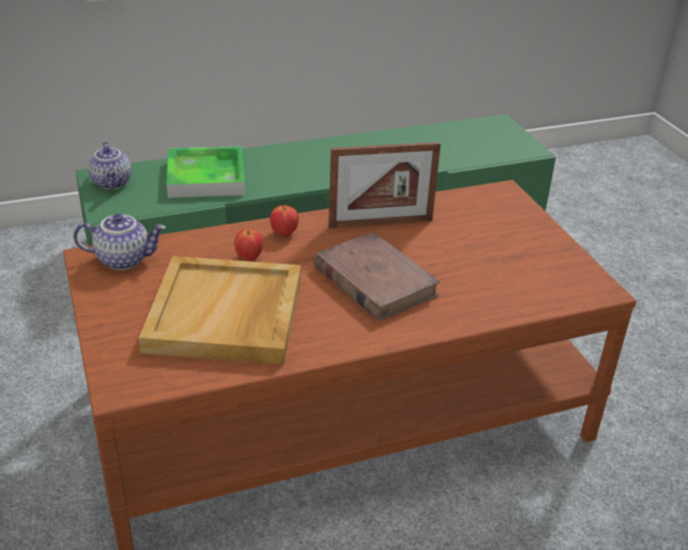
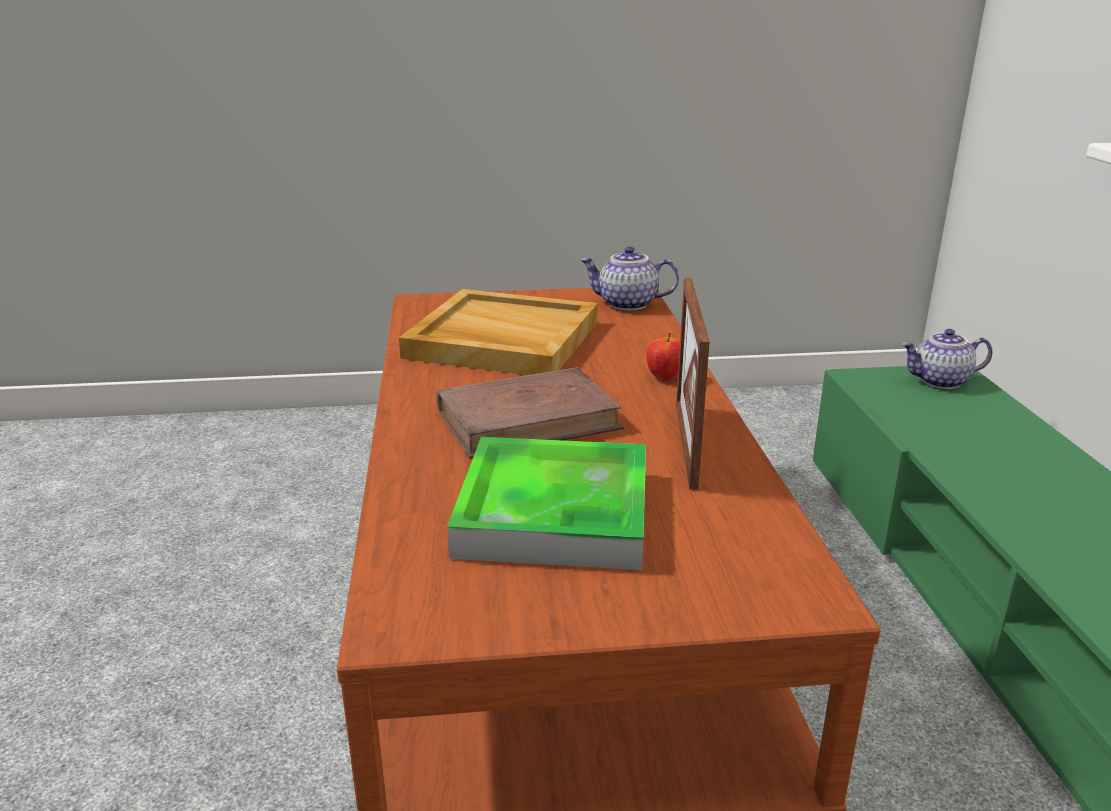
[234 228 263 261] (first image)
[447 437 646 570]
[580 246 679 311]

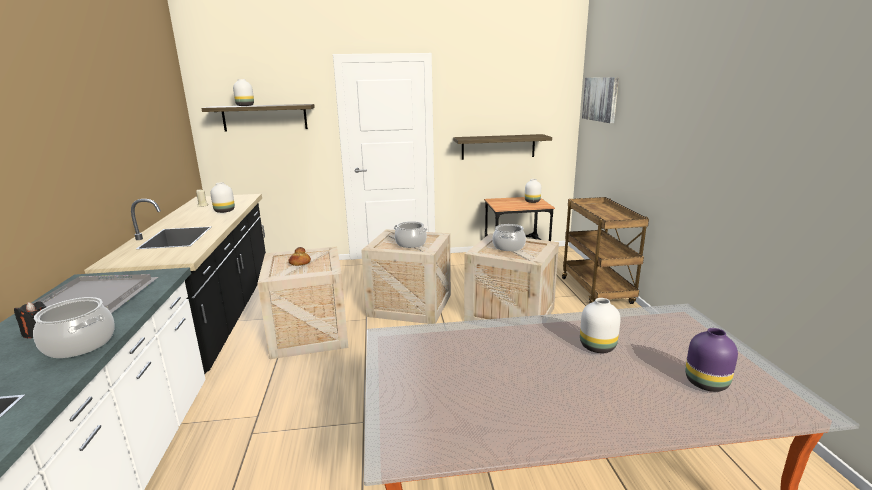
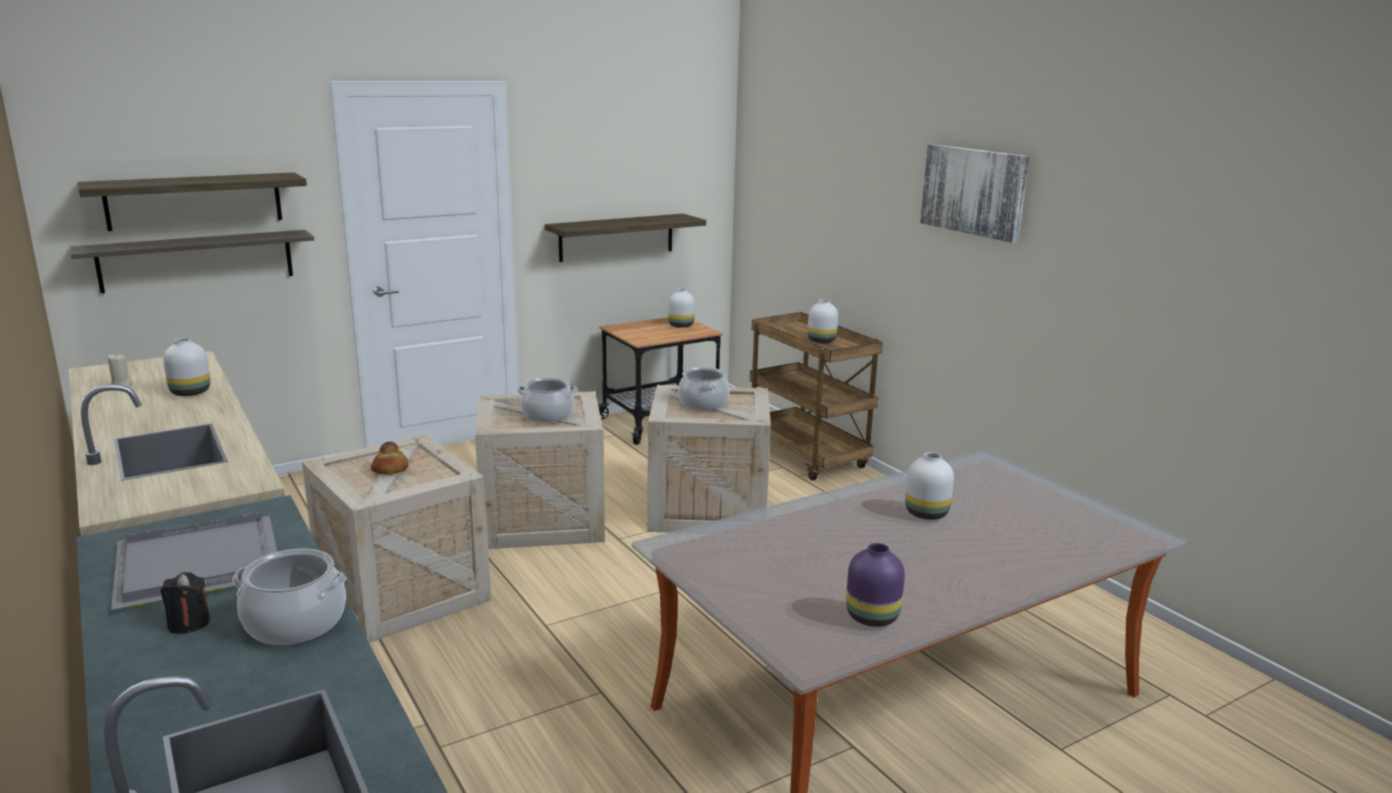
[70 230 314 293]
[808 299 838 343]
[920 144 1029 243]
[846 543 905 627]

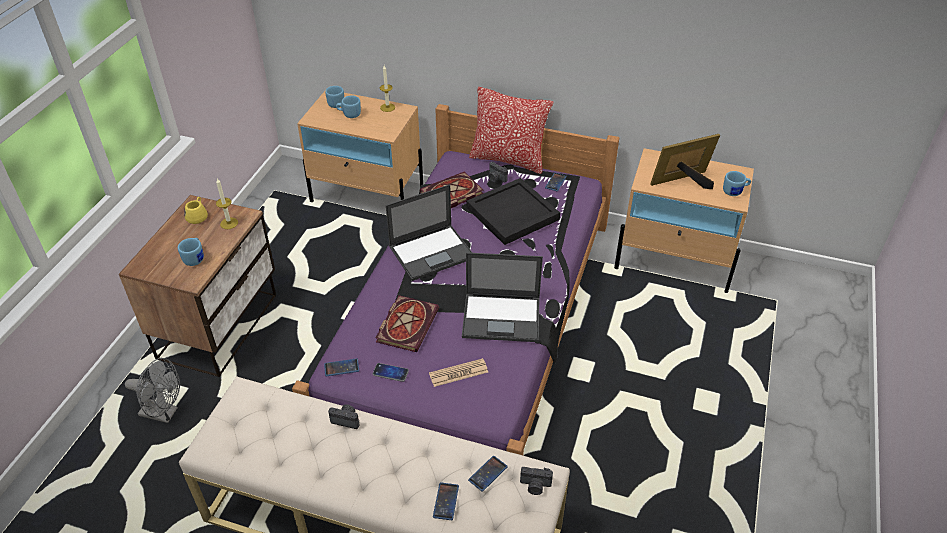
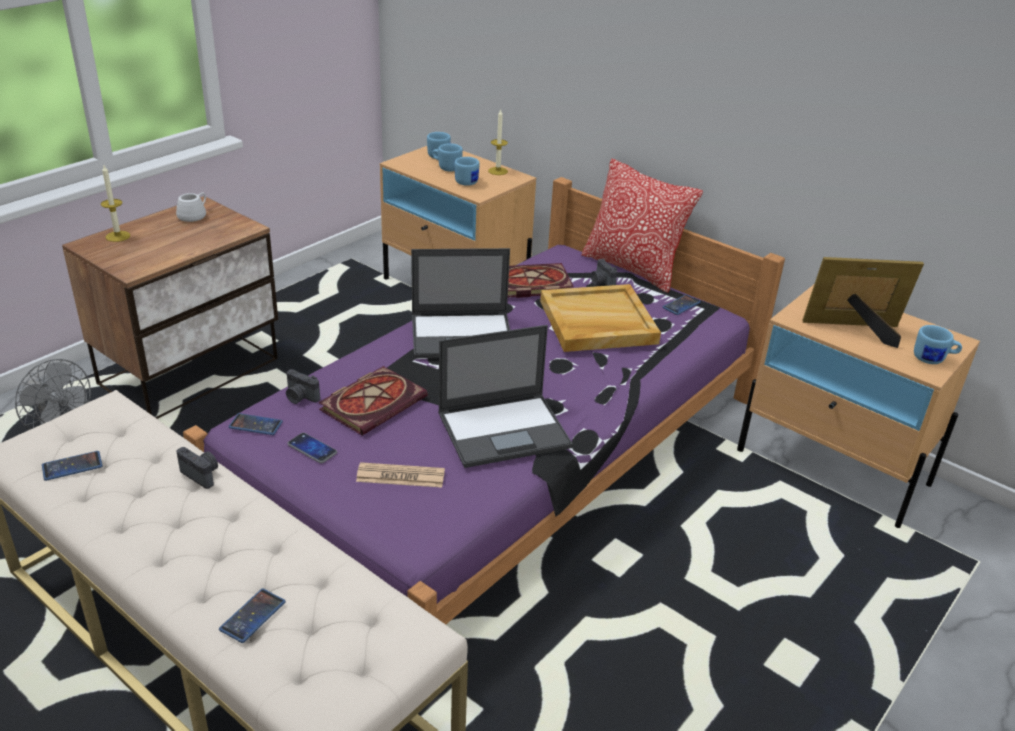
[454 157 479 186]
[101 165 130 242]
[42 451 103 481]
[286 369 320 404]
[176 192 206 222]
[540 284 661 352]
[438 325 573 468]

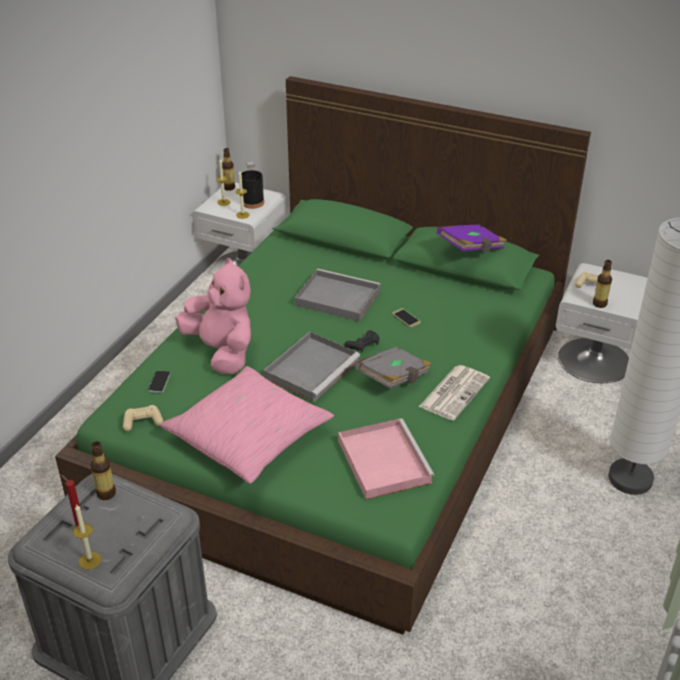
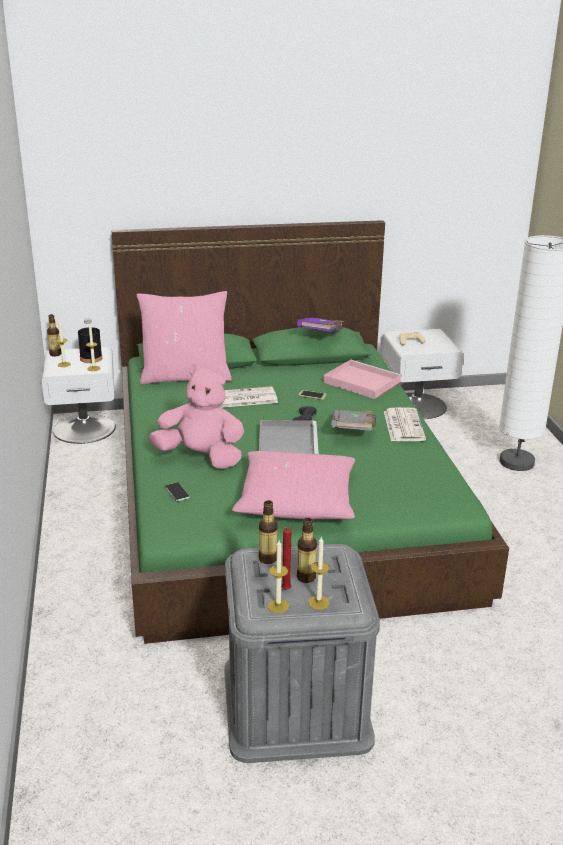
[123 405 163 431] (first image)
[137 291 232 385]
[268 540 289 613]
[323 360 402 399]
[297 518 317 583]
[220 386 278 408]

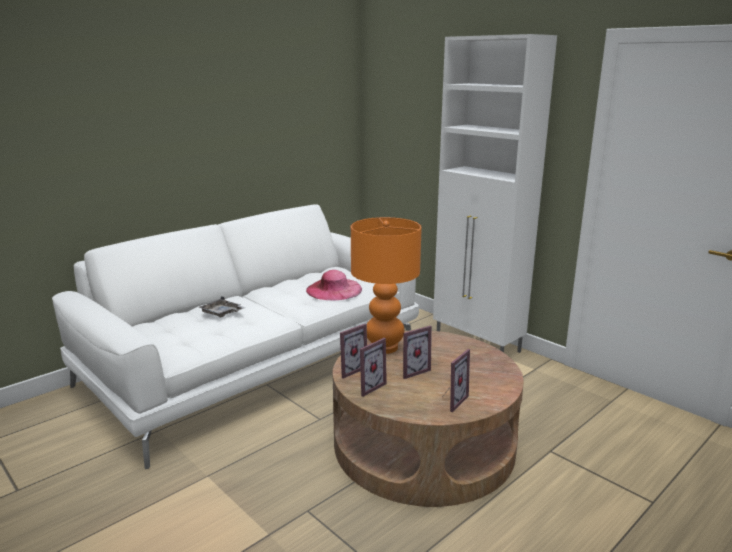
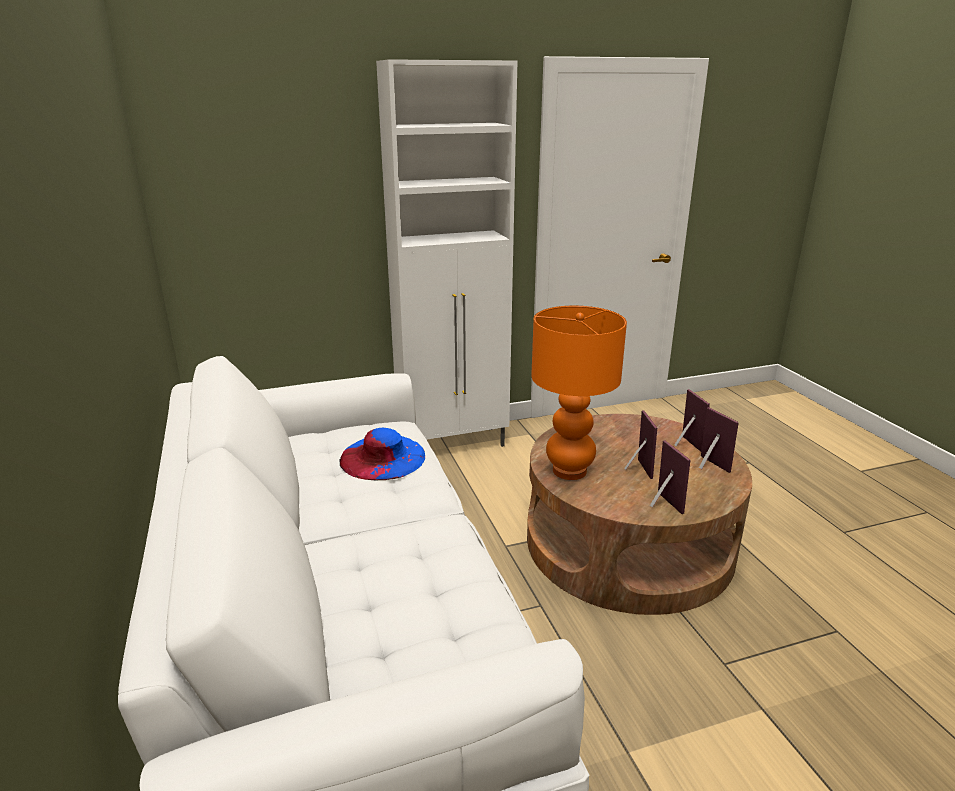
[199 296 245 318] (first image)
[674 389 710 452]
[339 428 425 481]

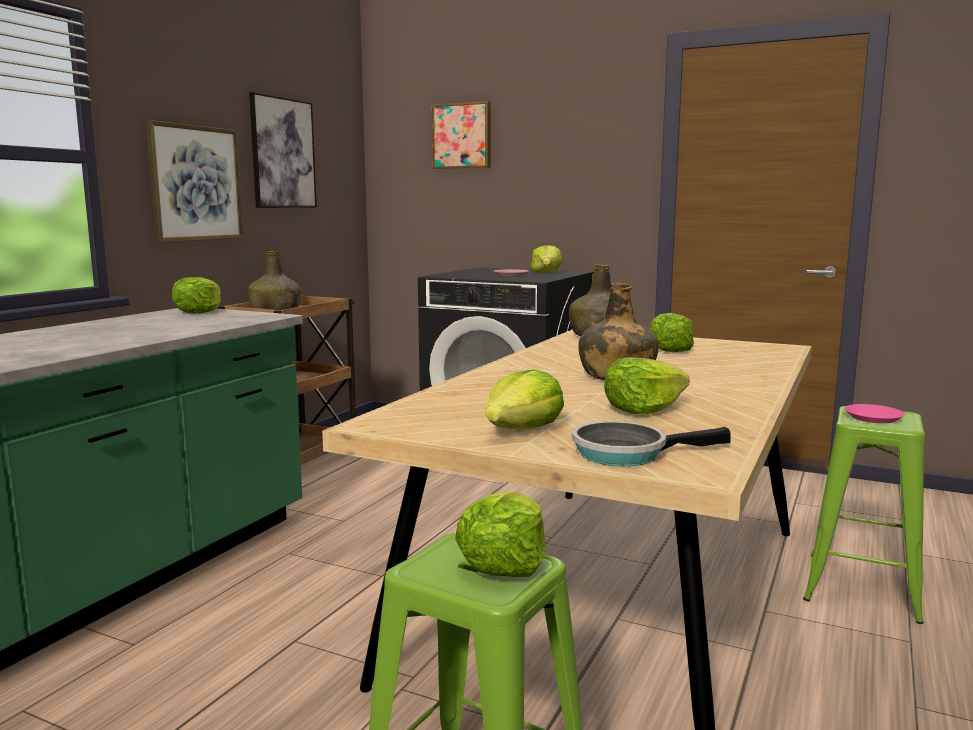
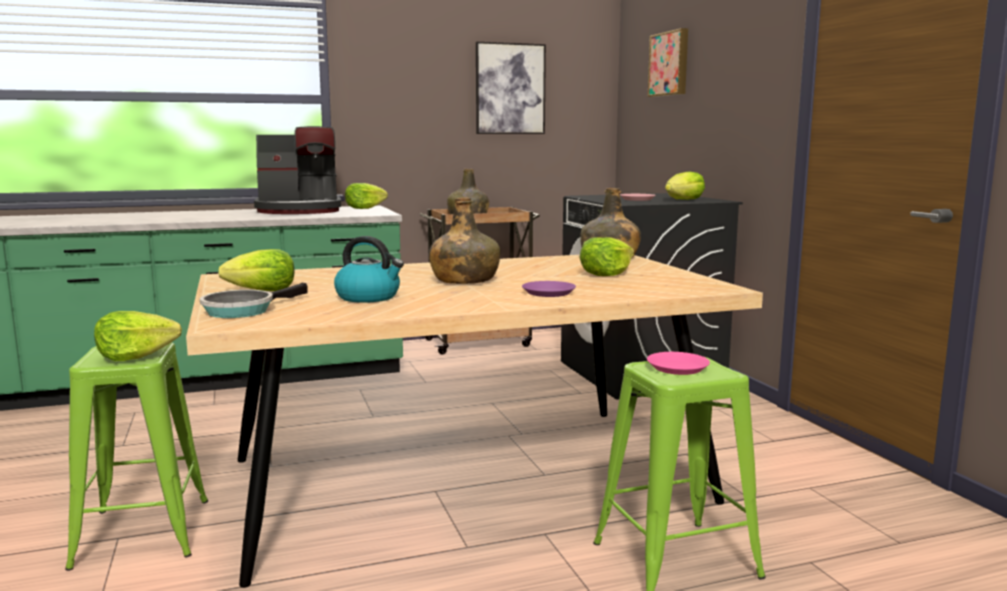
[146 120 244 242] (first image)
[254 126 341 214]
[522 281 576 297]
[334 236 404 303]
[200 283 308 318]

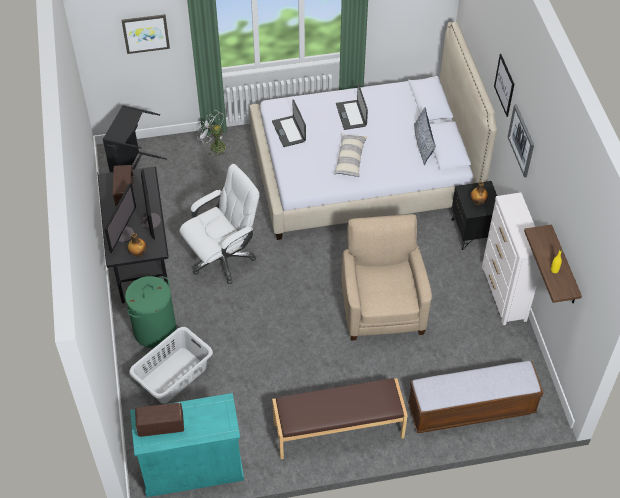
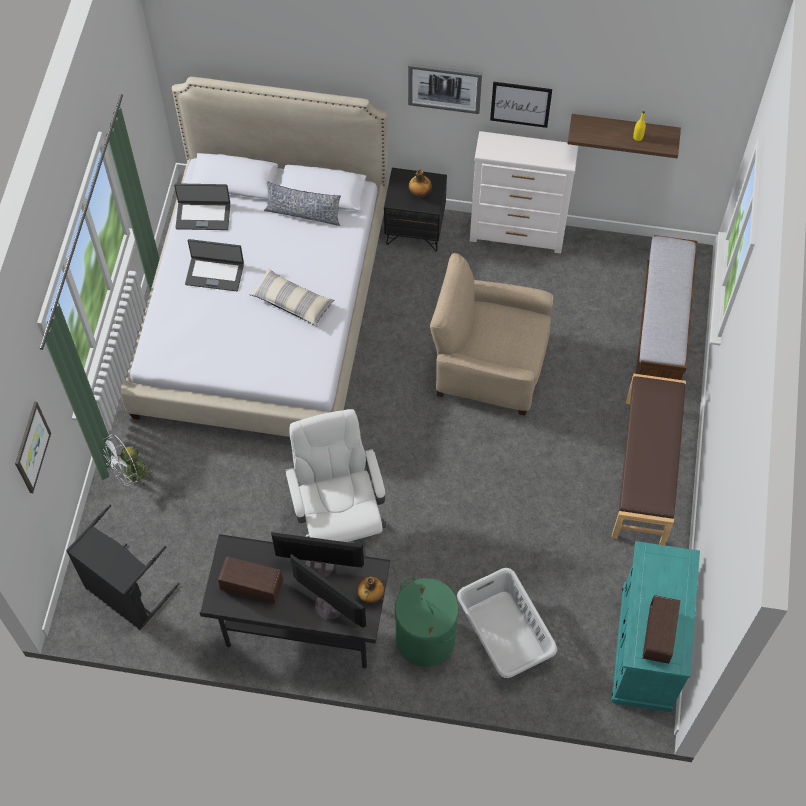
[174 183 230 230]
[490 82 552 128]

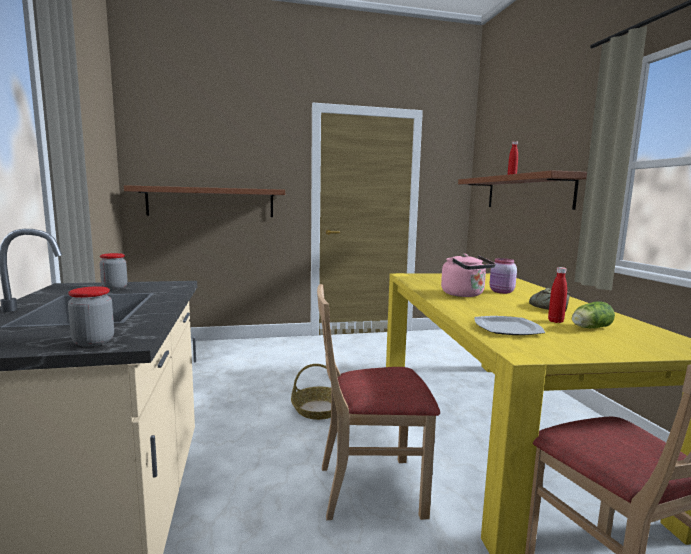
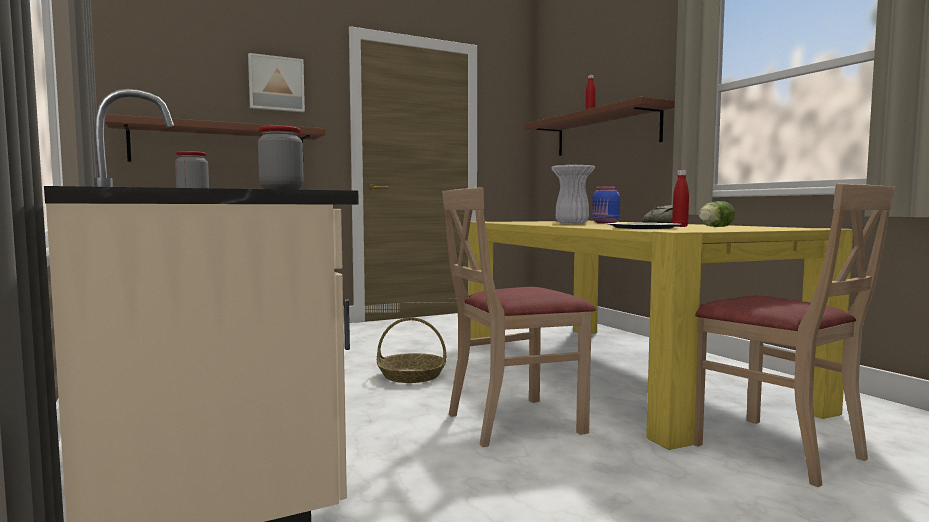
[248 53 305 112]
[551 165 595 224]
[592 187 620 224]

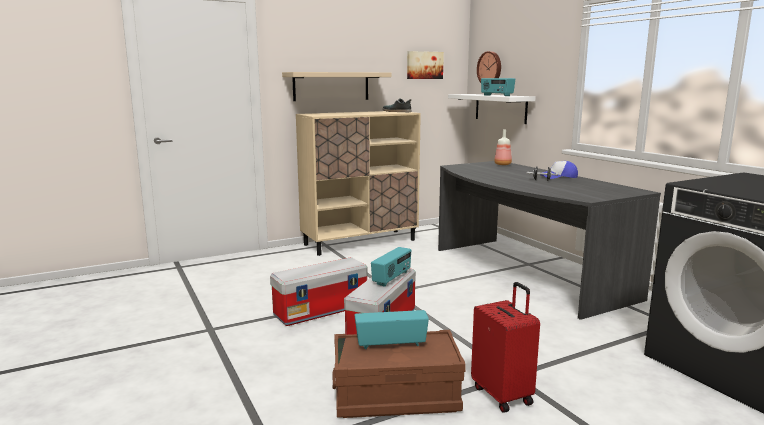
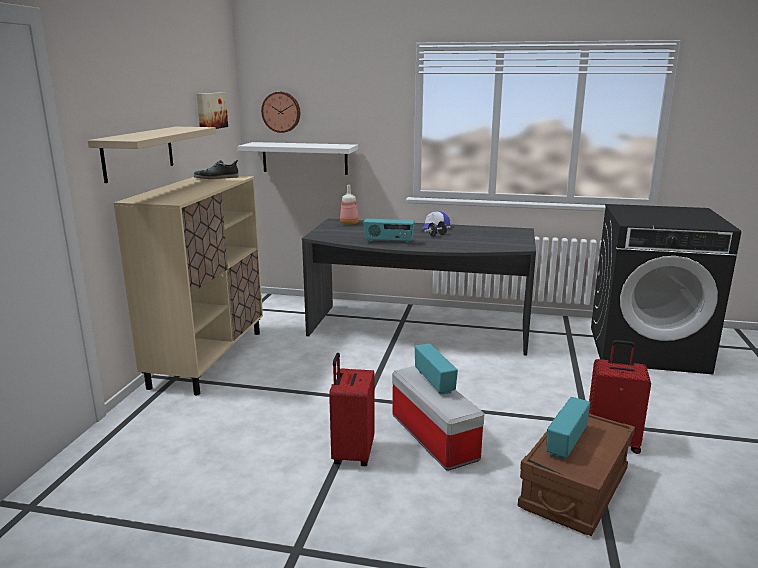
[363 219 415 244]
[329 353 375 466]

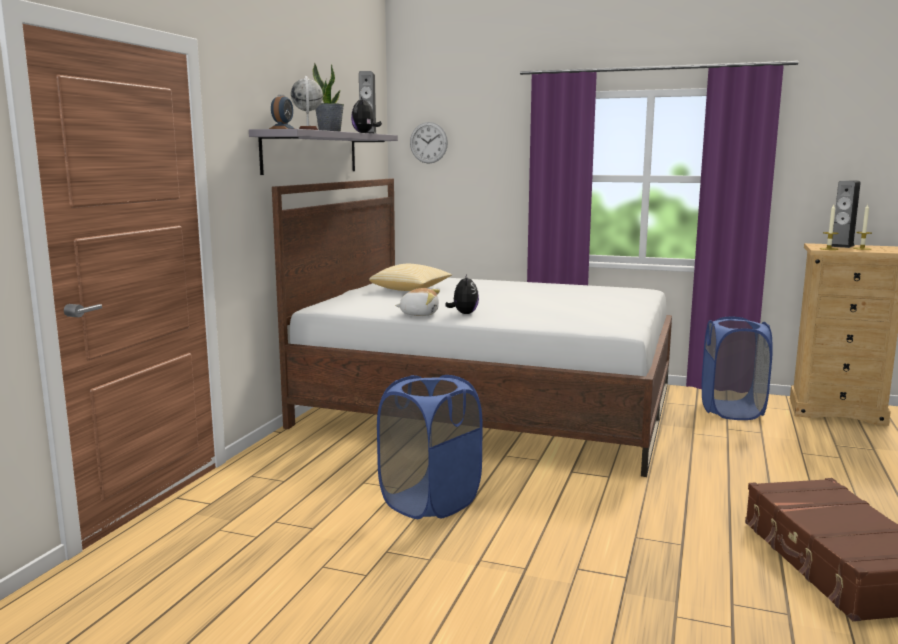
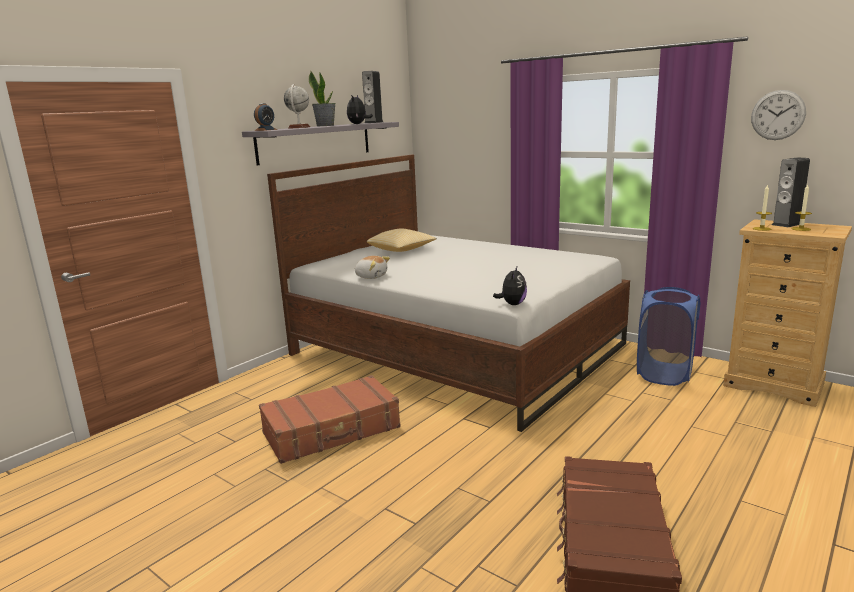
[751 90 806 140]
[493 267 527 305]
[259 375 401 464]

